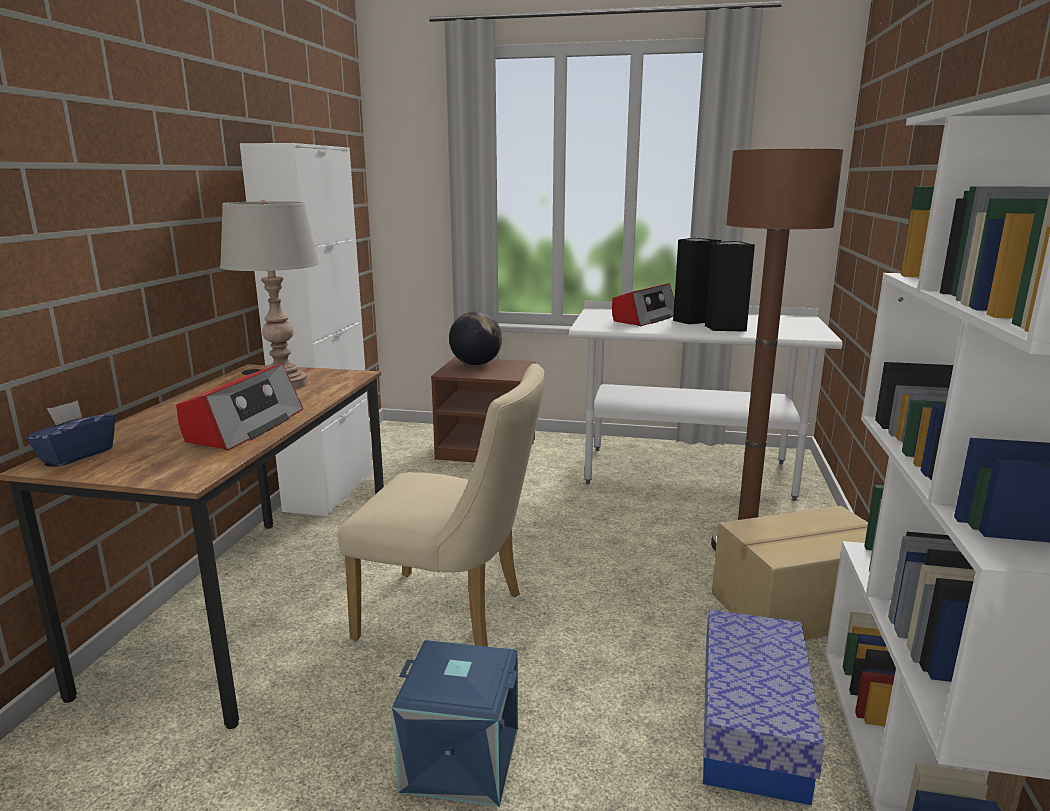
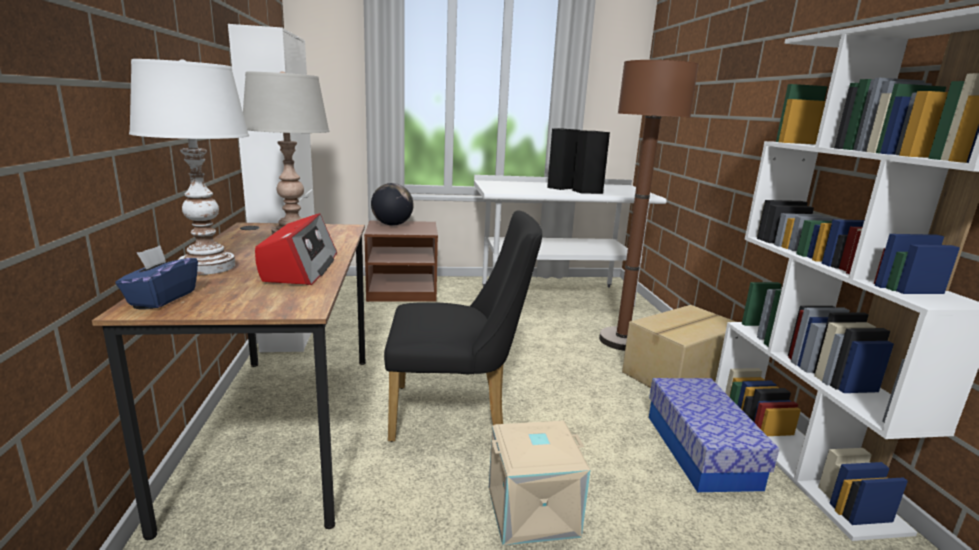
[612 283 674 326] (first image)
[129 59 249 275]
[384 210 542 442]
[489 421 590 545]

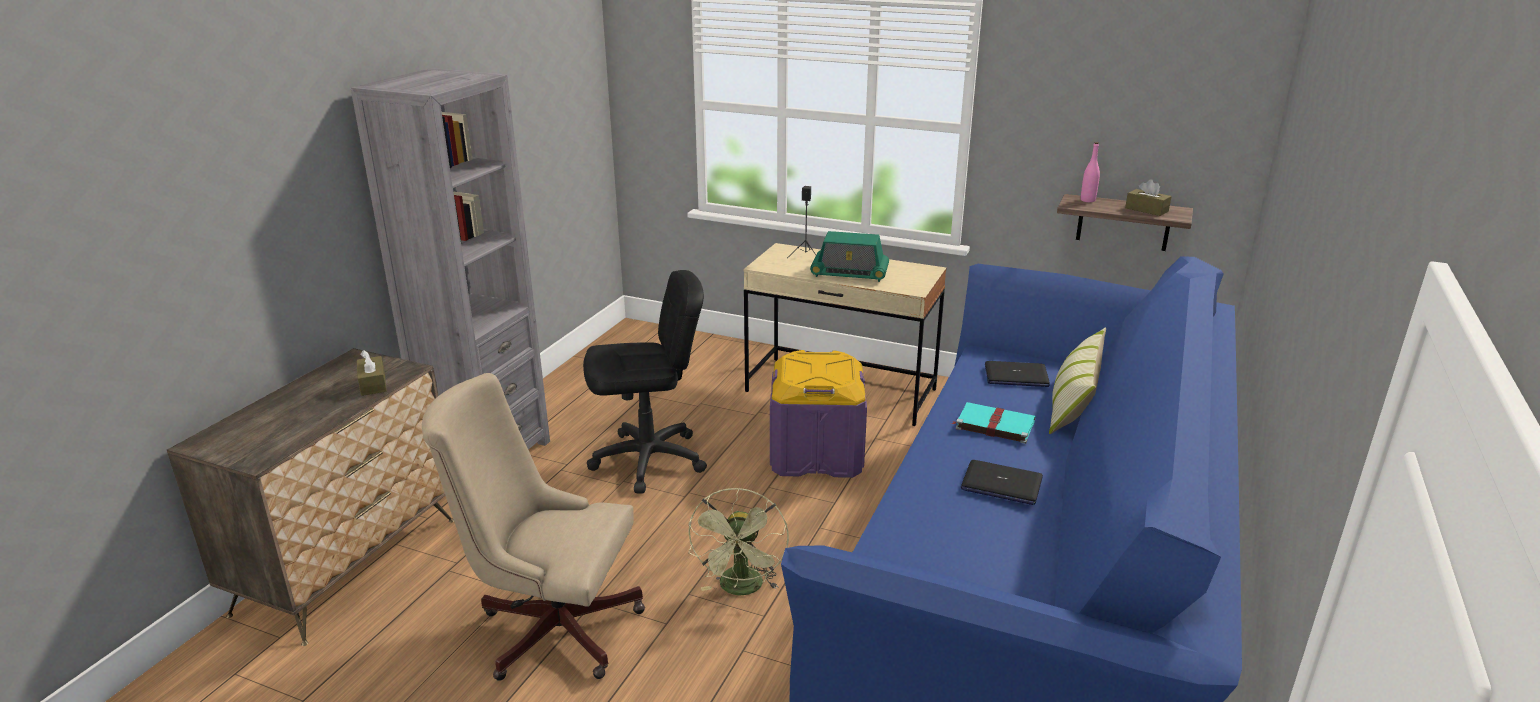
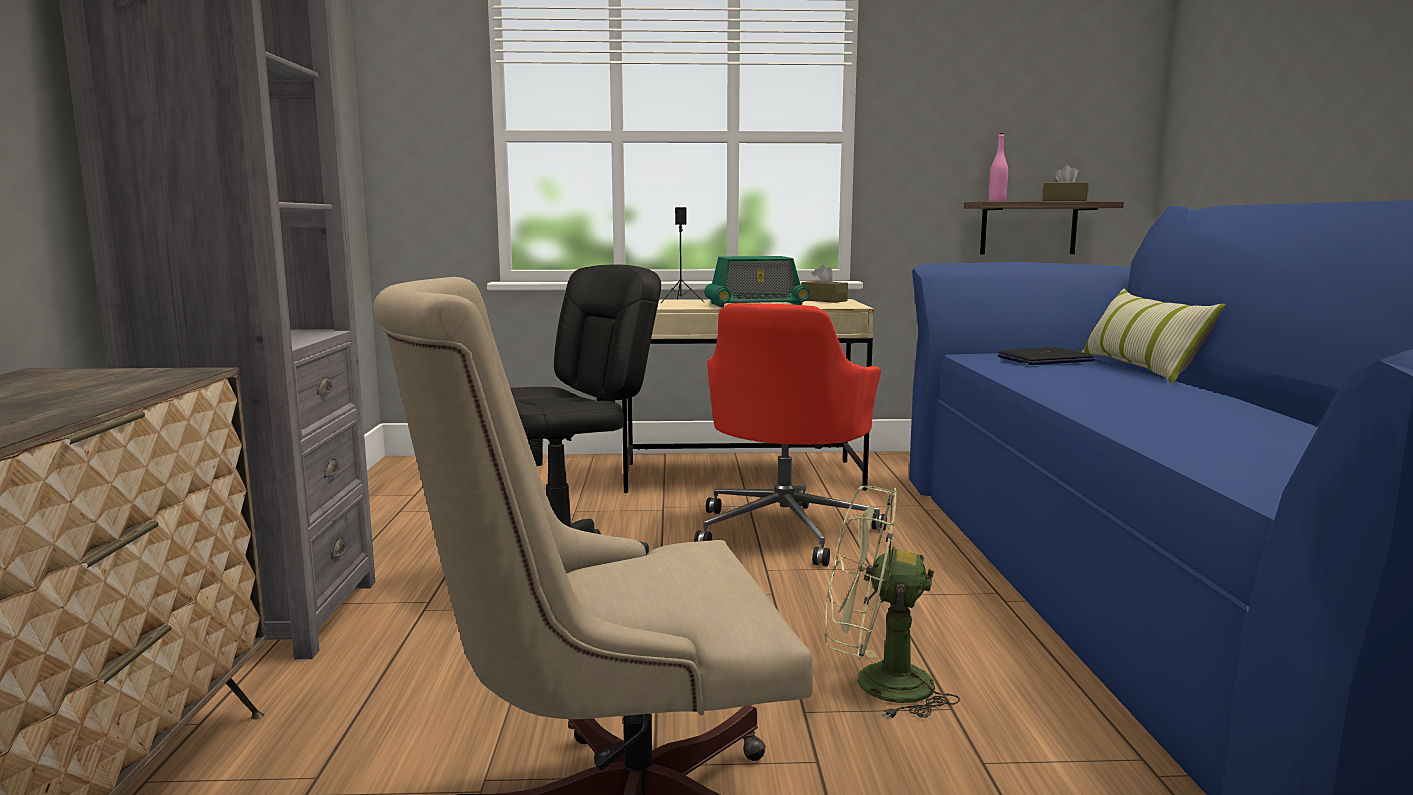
[951 402 1035 444] (first image)
[961 460 1043 505] (first image)
[801 264 848 303]
[694 303 887 566]
[825 486 960 719]

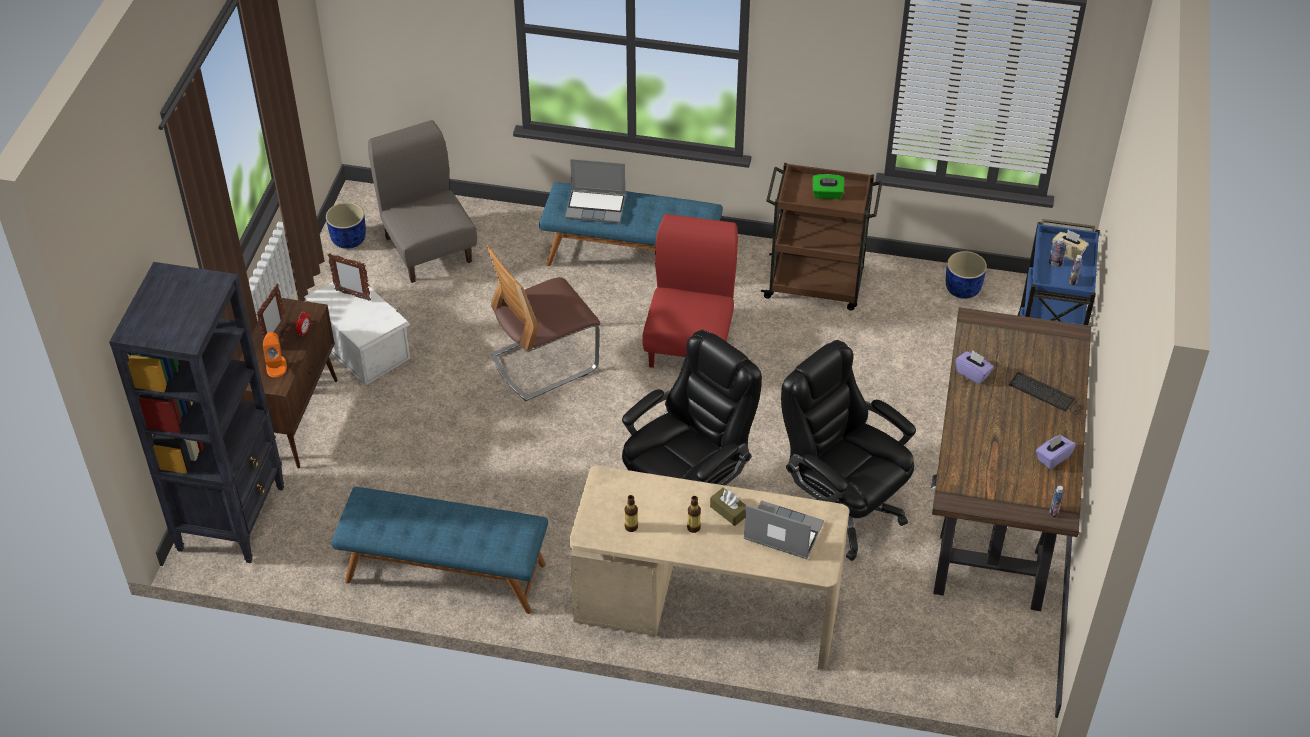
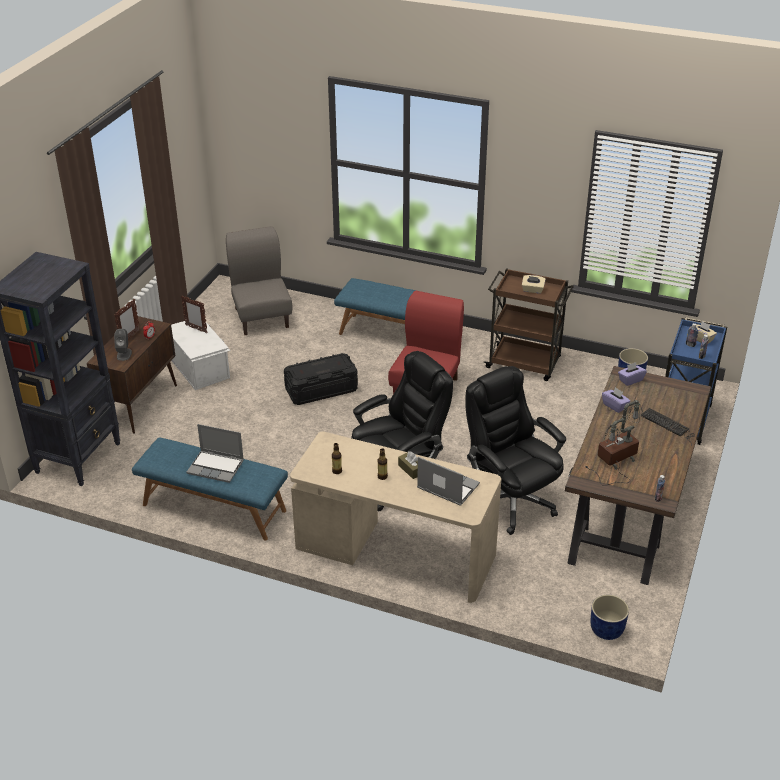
[585 400 643 486]
[591 595 629 640]
[187 424 244 483]
[618 362 647 386]
[284 353 358 405]
[114 329 132 361]
[522 275 546 294]

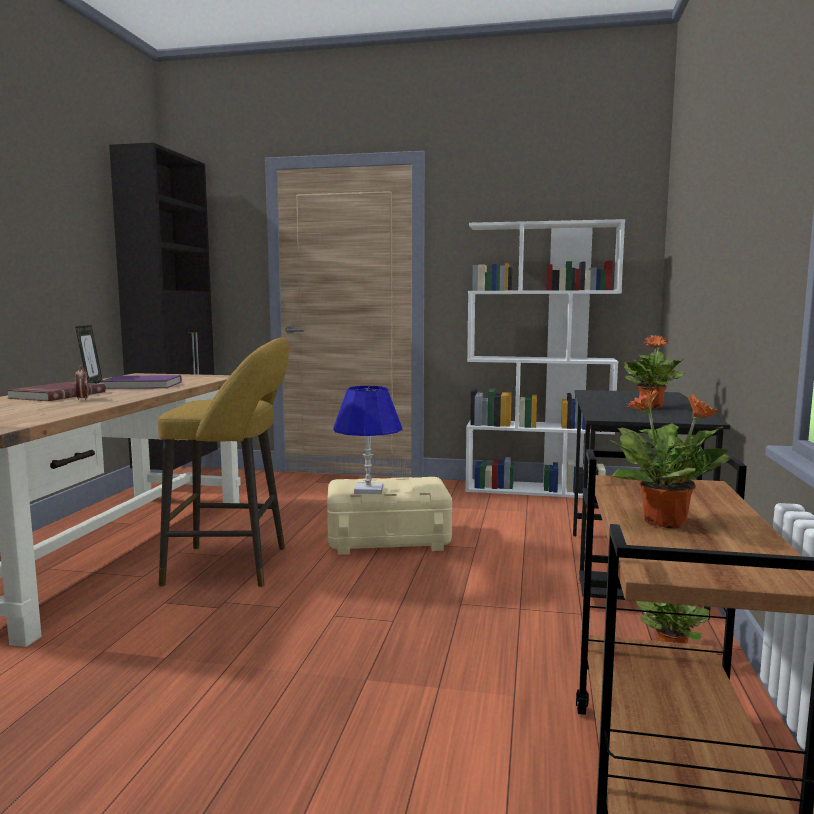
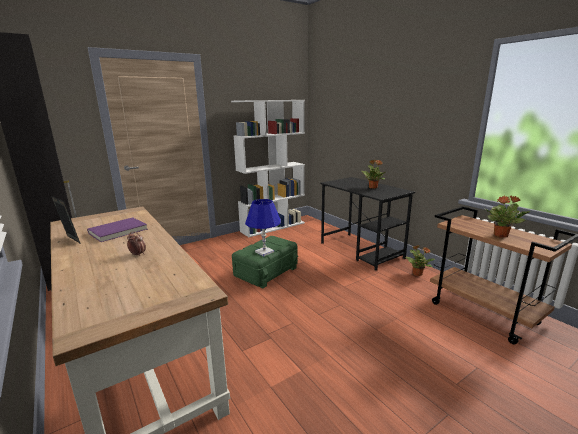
[7 382 106 401] (first image)
[158 337 289 587] (first image)
[232 236 298 289]

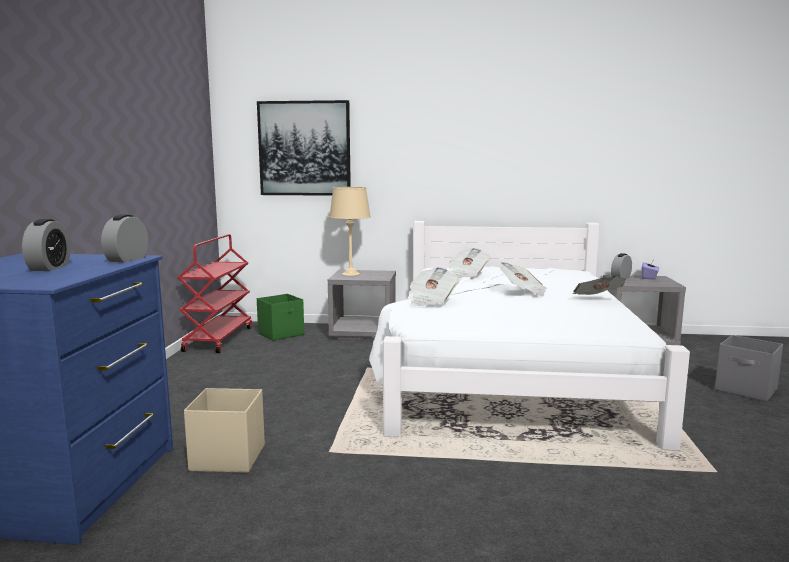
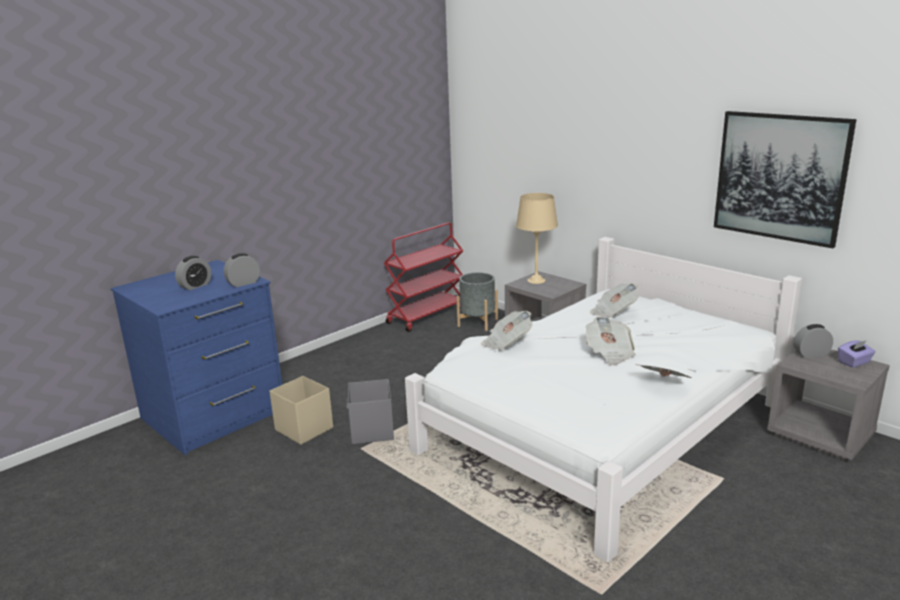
[714 111 856 248]
[346 379 394 444]
[456 272 498 331]

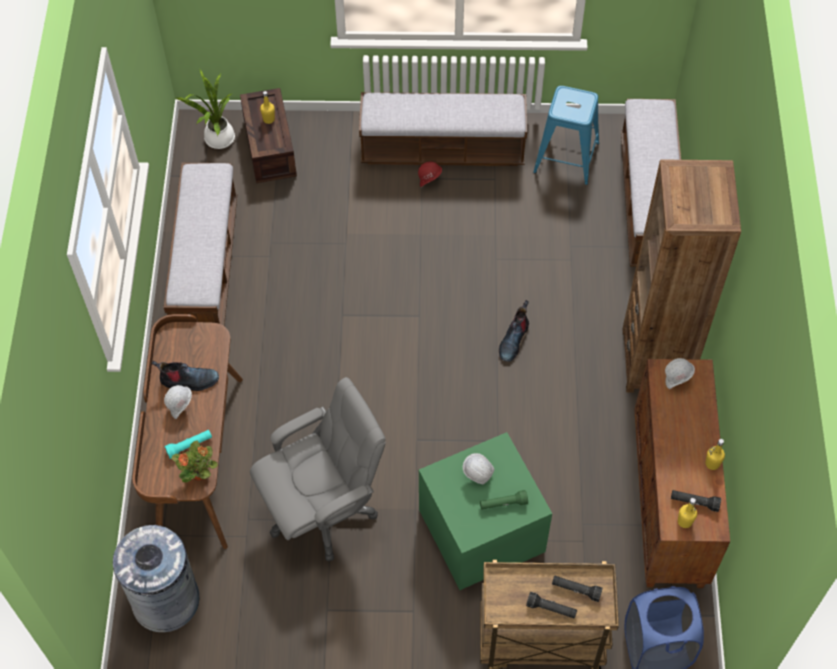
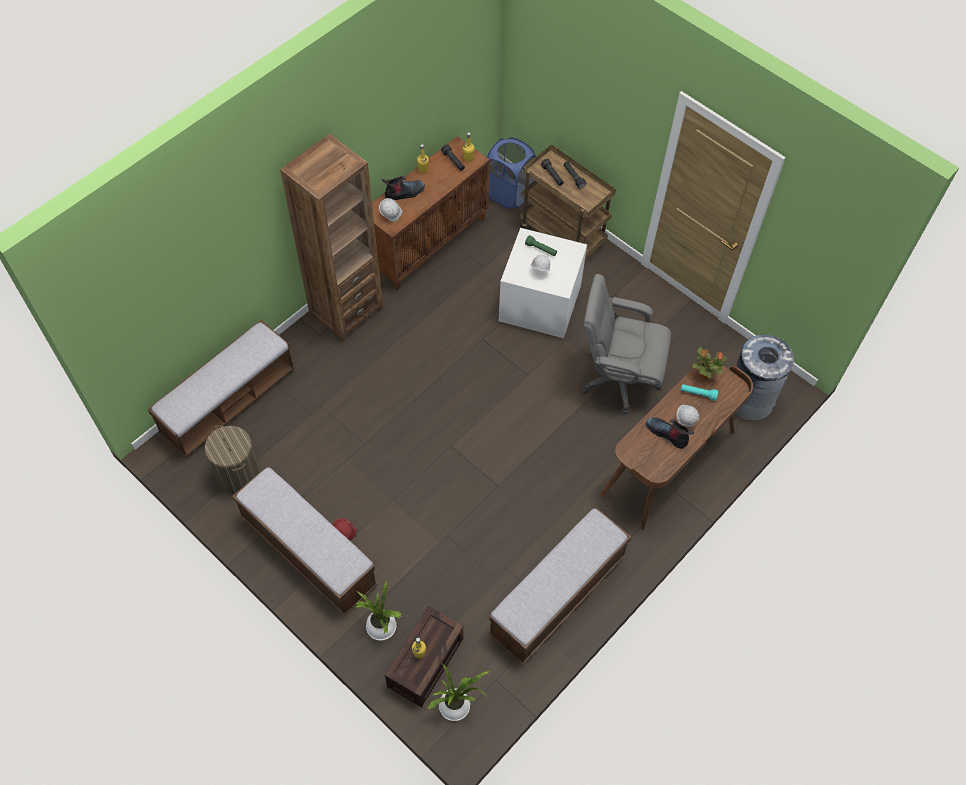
[354 581 402 641]
[382 176 425 200]
[205 425 261 494]
[499 228 587 338]

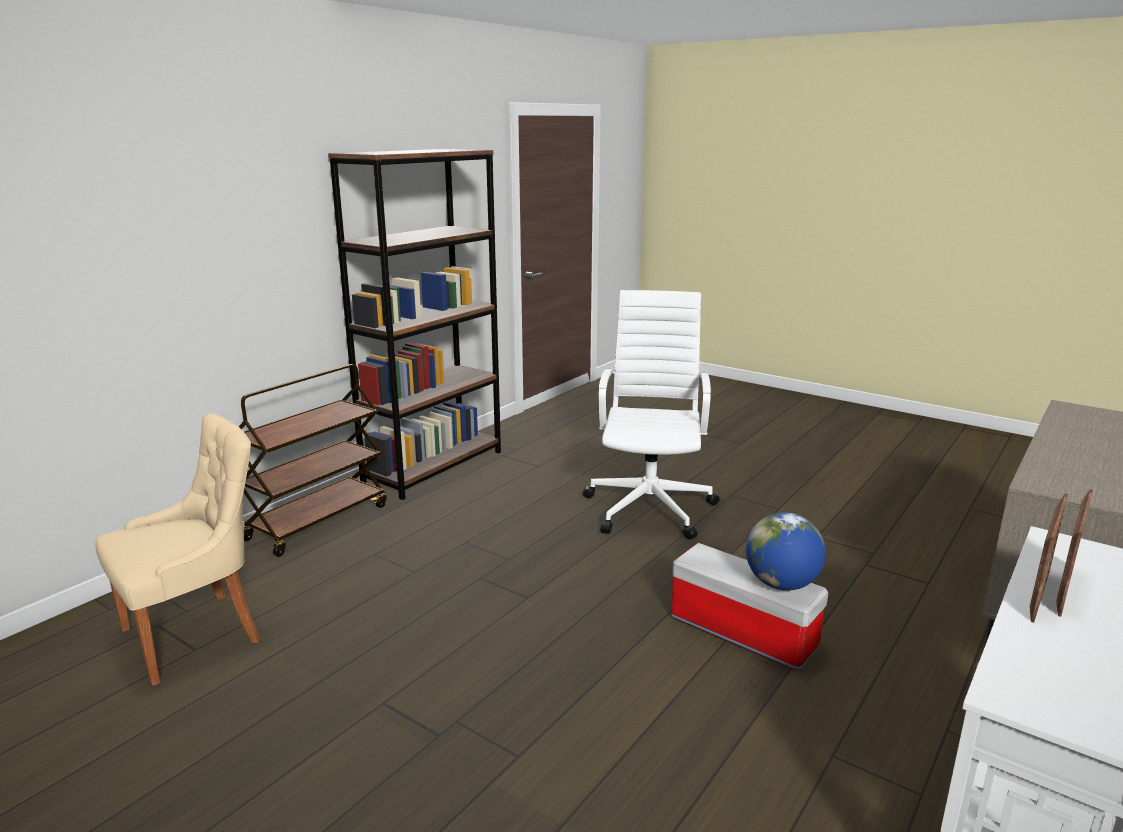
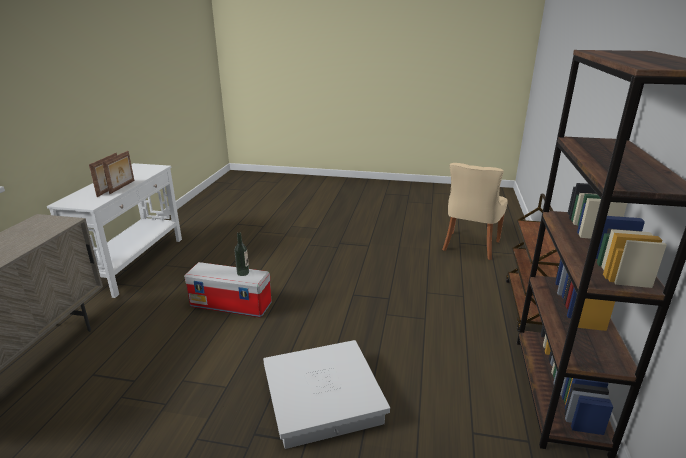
[746 512 826 590] (first image)
[234 232 249 276]
[263 340 390 449]

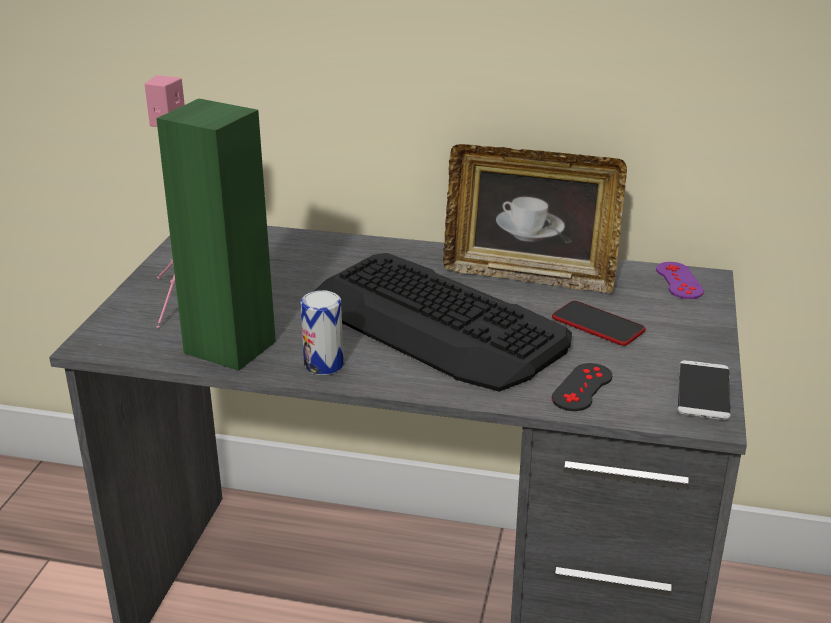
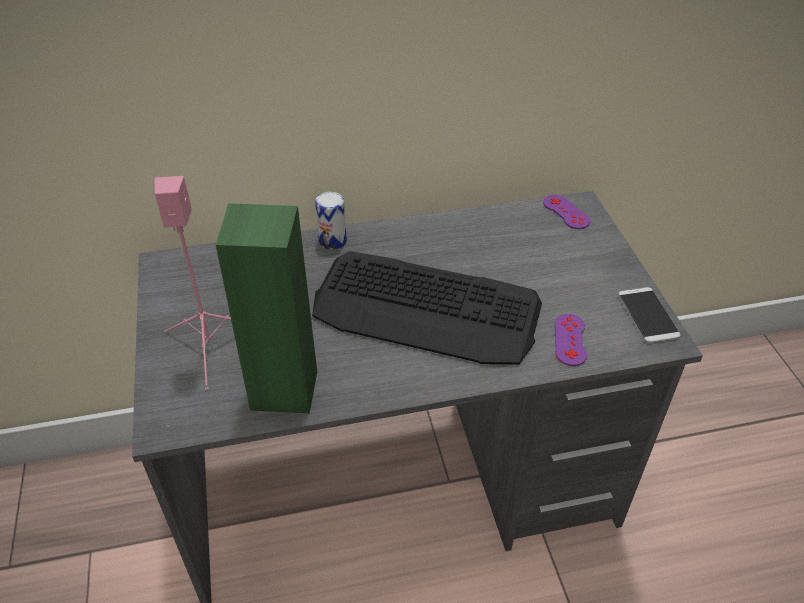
[443 144 627 293] (first image)
[552 301 646 346] (first image)
[315 192 347 250]
[555 314 587 366]

